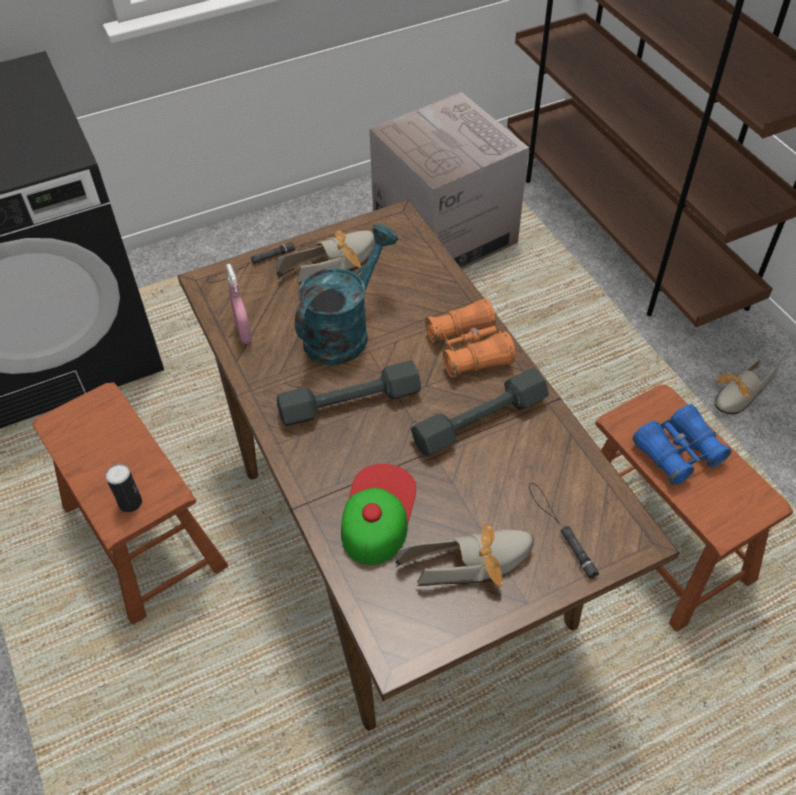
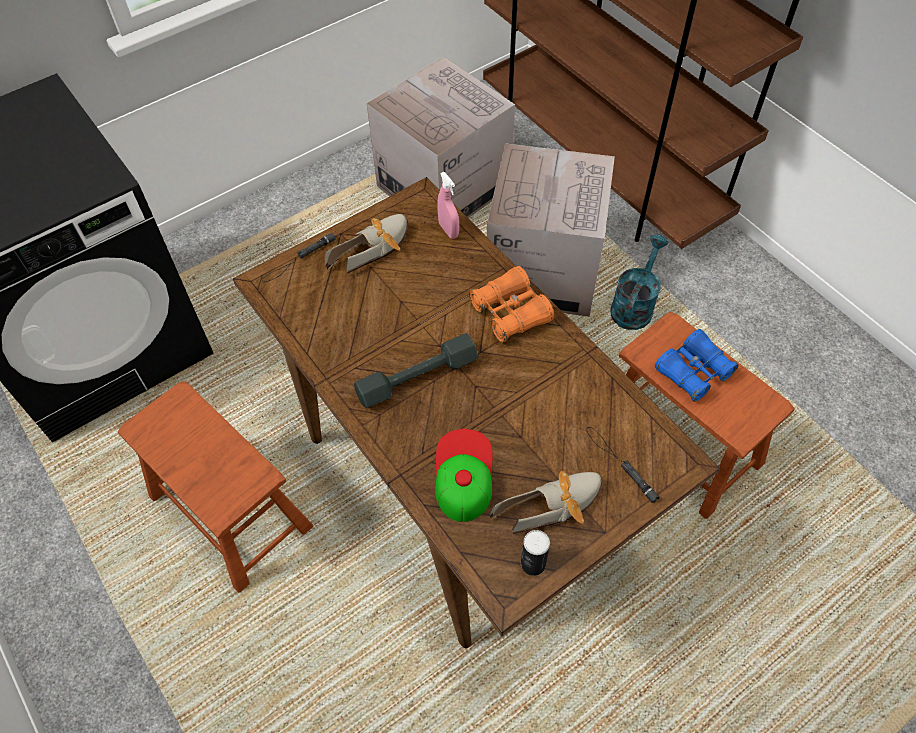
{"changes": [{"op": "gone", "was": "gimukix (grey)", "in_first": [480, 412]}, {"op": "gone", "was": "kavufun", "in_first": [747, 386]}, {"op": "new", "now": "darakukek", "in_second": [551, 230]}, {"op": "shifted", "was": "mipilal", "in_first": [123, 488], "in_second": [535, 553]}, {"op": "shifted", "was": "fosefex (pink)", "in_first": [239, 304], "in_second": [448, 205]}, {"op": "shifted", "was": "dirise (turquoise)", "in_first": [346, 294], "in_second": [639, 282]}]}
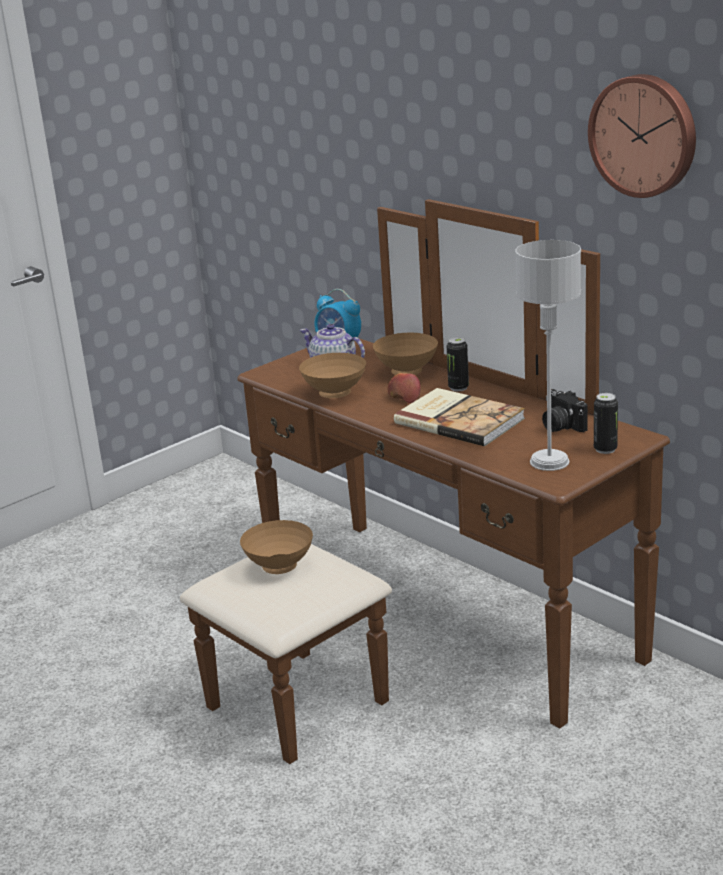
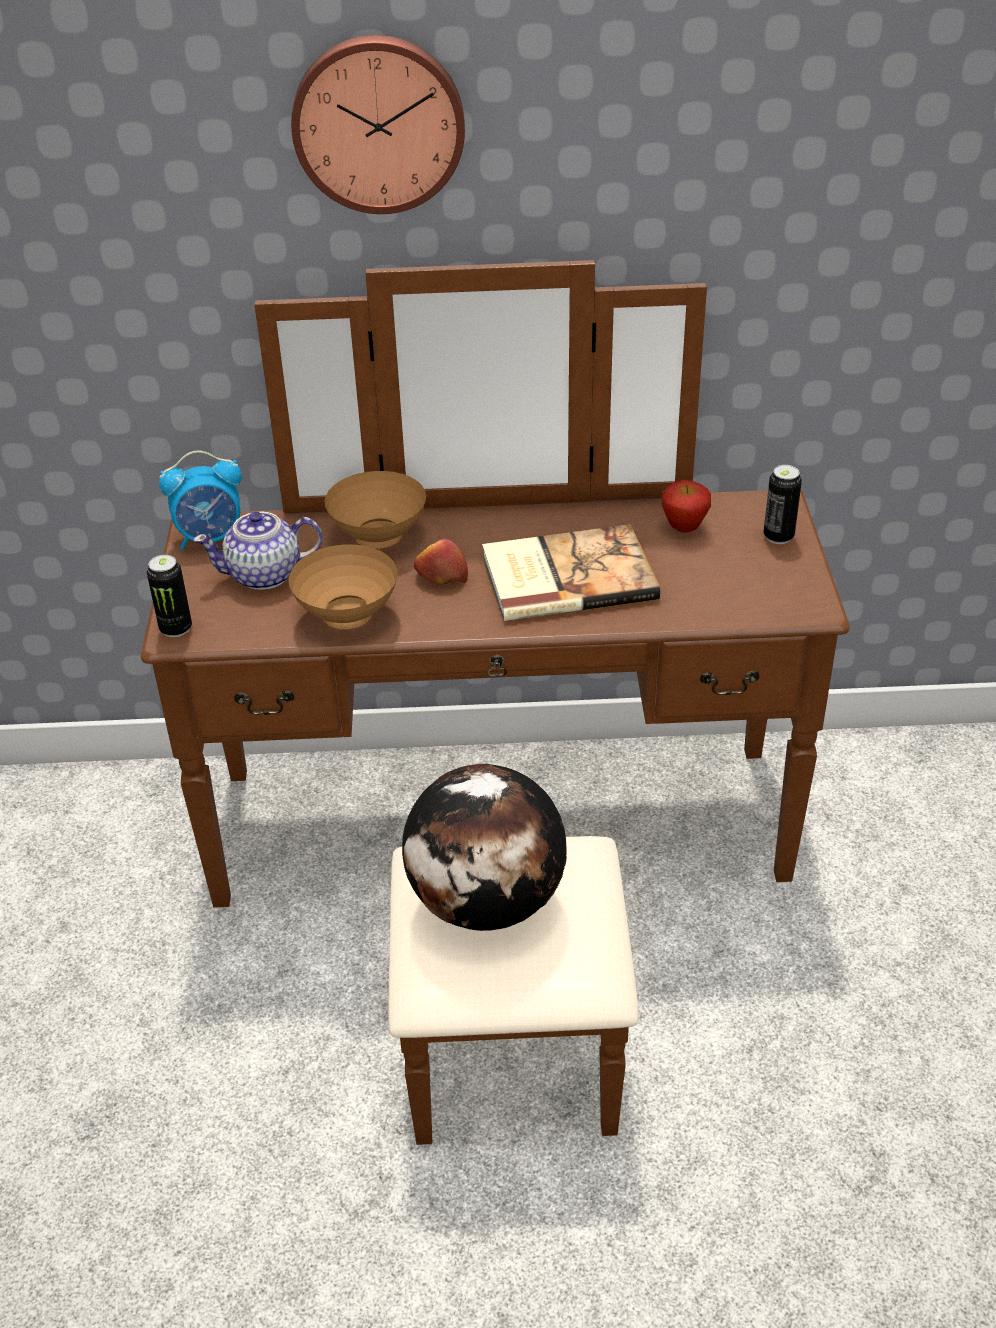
{"changes": [{"op": "gone", "was": "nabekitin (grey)", "in_first": [548, 355]}, {"op": "shifted", "was": "mipilal", "in_first": [458, 364], "in_second": [169, 596]}, {"op": "shifted", "was": "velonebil", "in_first": [642, 136], "in_second": [378, 124]}, {"op": "swapped", "was": "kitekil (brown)", "now": "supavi", "in_first": [276, 547], "in_second": [484, 847]}, {"op": "swapped", "was": "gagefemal", "now": "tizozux", "in_first": [565, 410], "in_second": [686, 506]}]}
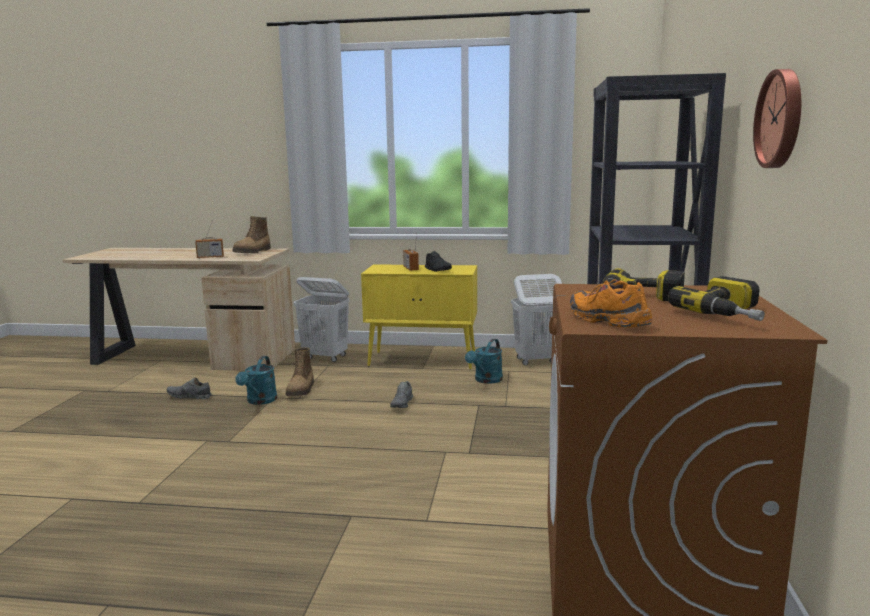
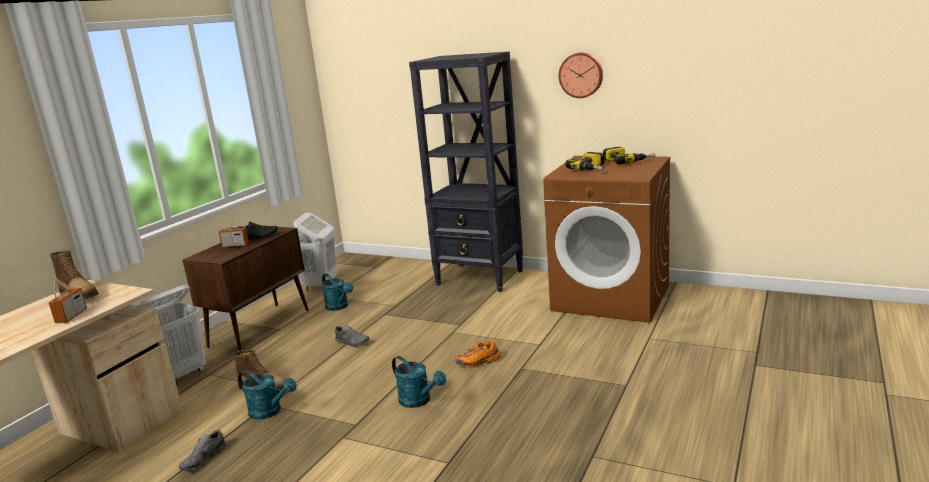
{"changes": [{"op": "new", "now": "dirise (turquoise)", "in_second": [419, 382]}, {"op": "shifted", "was": "kavufun (orange)", "in_first": [611, 303], "in_second": [477, 354]}, {"op": "repainted", "was": "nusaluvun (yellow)", "now": "nusaluvun (brown)", "in_first": [419, 317], "in_second": [245, 288]}]}
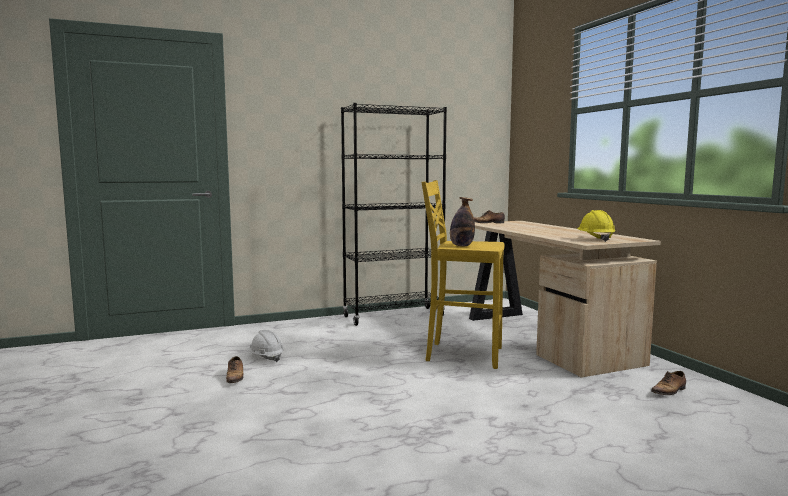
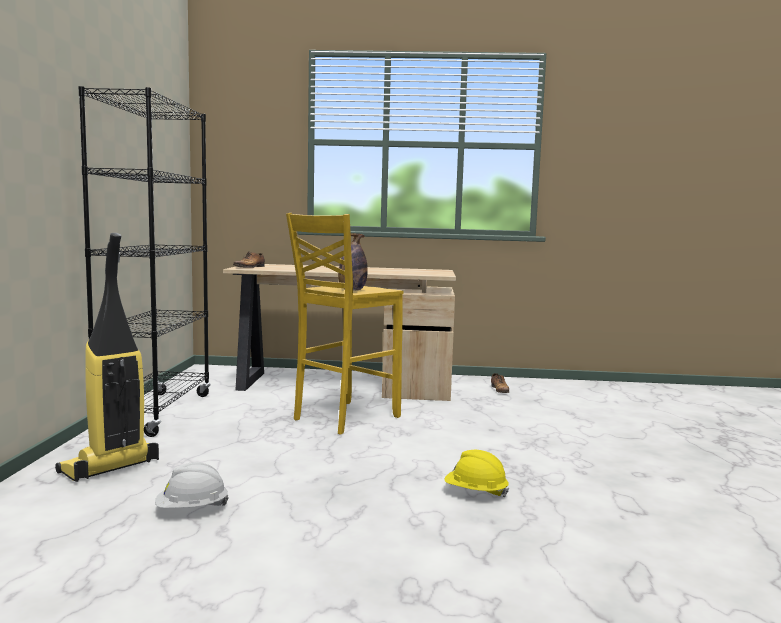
{"changes": [{"op": "gone", "was": "kavufun", "in_first": [234, 369]}, {"op": "new", "now": "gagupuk", "in_second": [107, 357]}, {"op": "shifted", "was": "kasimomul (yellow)", "in_first": [596, 226], "in_second": [477, 474]}]}
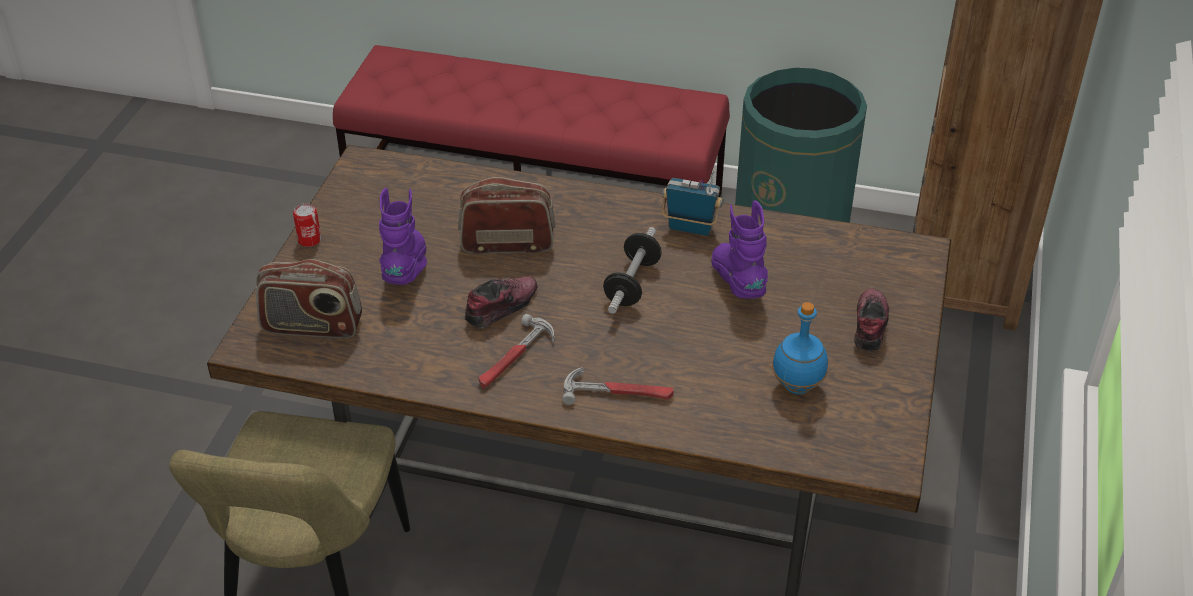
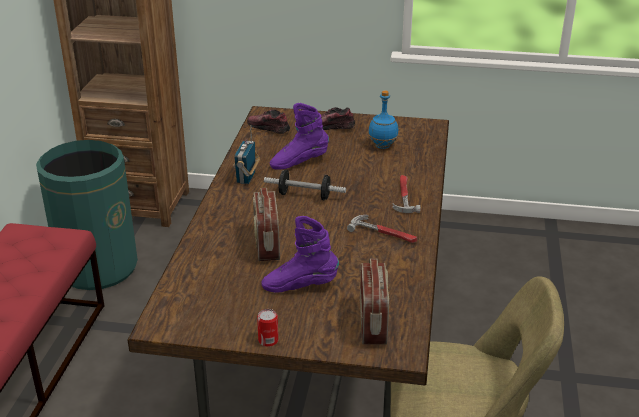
{"changes": [{"op": "shifted", "was": "kavufun", "in_first": [501, 302], "in_second": [268, 121]}]}
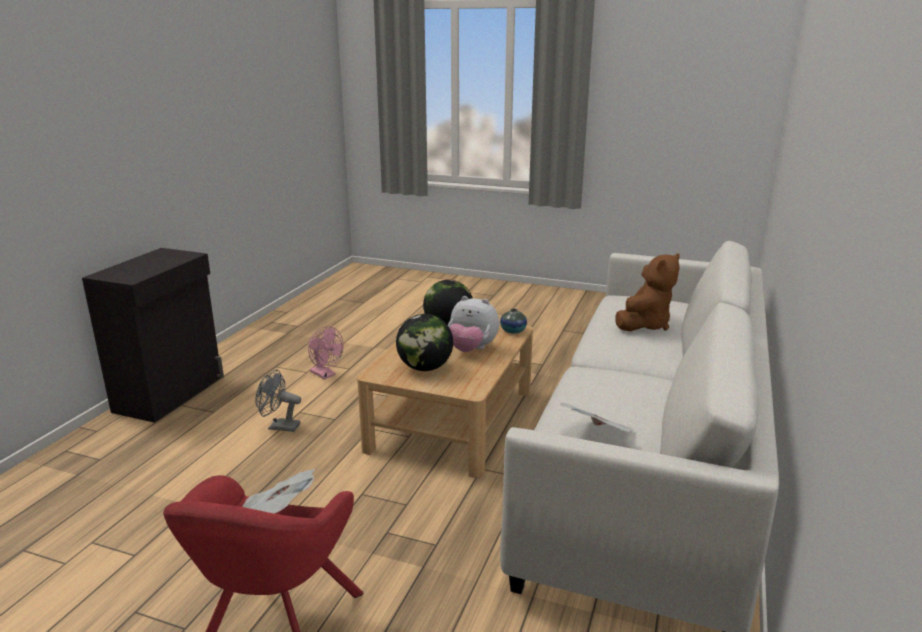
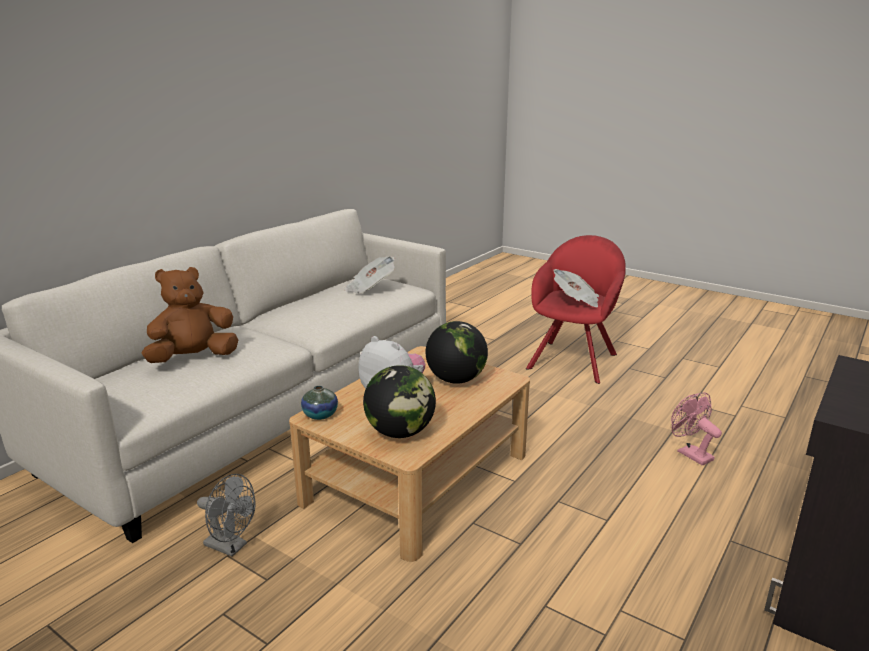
{"changes": [{"op": "shifted", "was": "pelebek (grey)", "in_first": [278, 401], "in_second": [226, 515]}, {"op": "shifted", "was": "pelebek (pink)", "in_first": [325, 352], "in_second": [696, 428]}]}
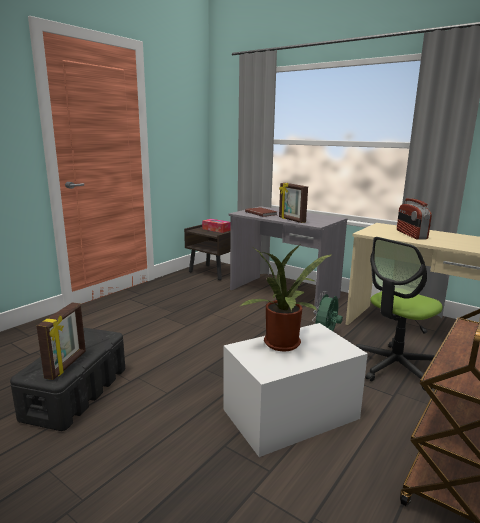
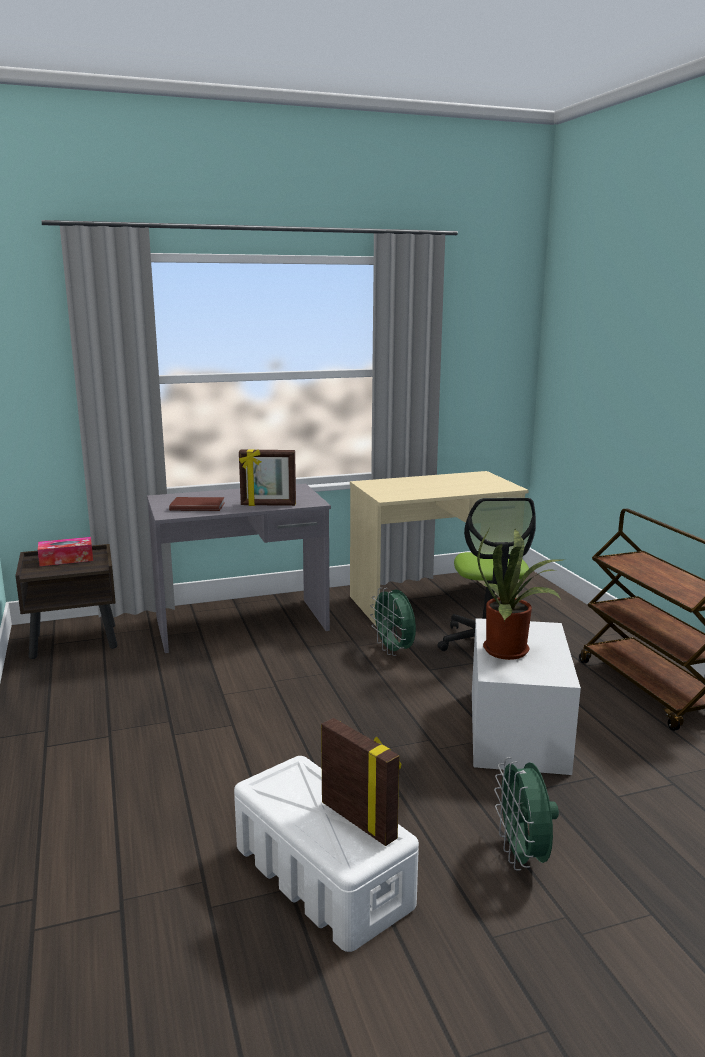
{"changes": [{"op": "gone", "was": "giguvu", "in_first": [414, 219]}, {"op": "new", "now": "pelebek (green)", "in_second": [526, 814]}, {"op": "repainted", "was": "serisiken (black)", "now": "serisiken (white)", "in_first": [67, 379], "in_second": [326, 854]}]}
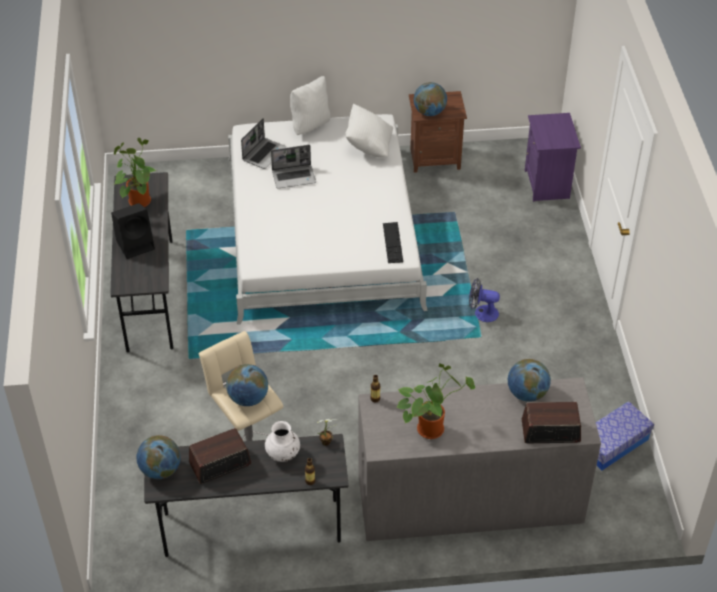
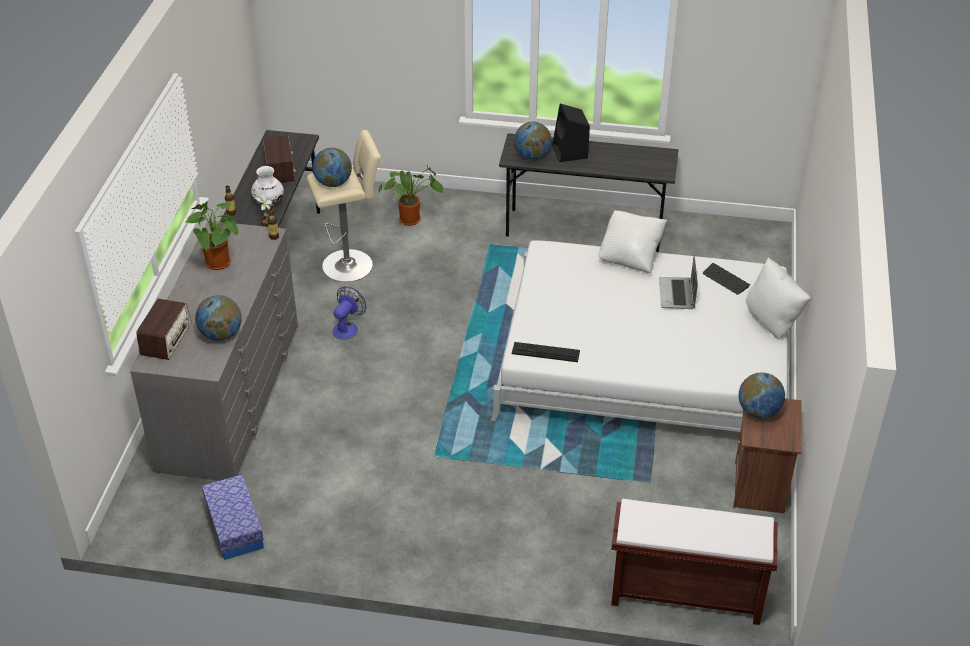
{"changes": [{"op": "shifted", "was": "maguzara", "in_first": [135, 172], "in_second": [410, 195]}, {"op": "shifted", "was": "supavi", "in_first": [158, 457], "in_second": [533, 141]}, {"op": "shifted", "was": "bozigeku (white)", "in_first": [369, 130], "in_second": [632, 242]}, {"op": "shifted", "was": "pelebek", "in_first": [484, 300], "in_second": [349, 313]}, {"op": "swapped", "was": "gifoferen", "now": "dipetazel", "in_first": [263, 143], "in_second": [726, 279]}, {"op": "swapped", "was": "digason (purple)", "now": "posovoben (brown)", "in_first": [553, 157], "in_second": [694, 562]}]}
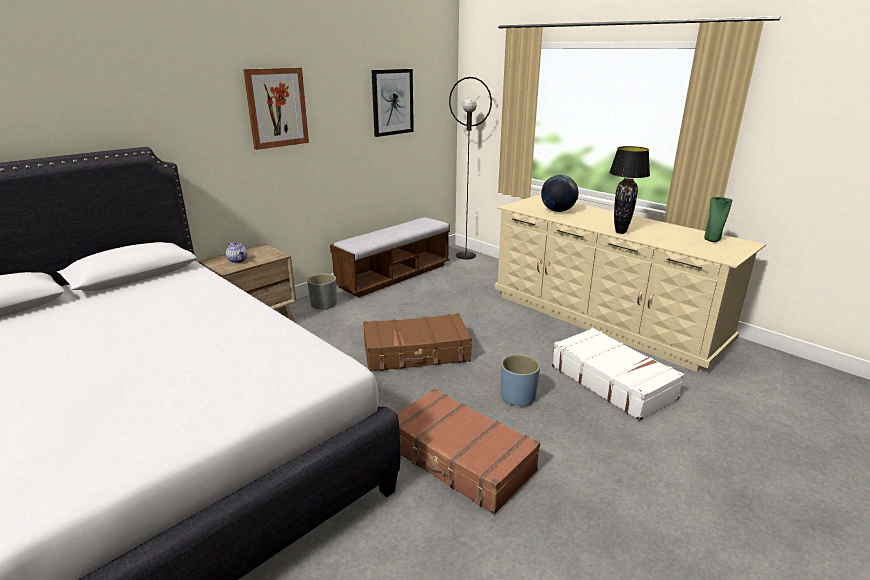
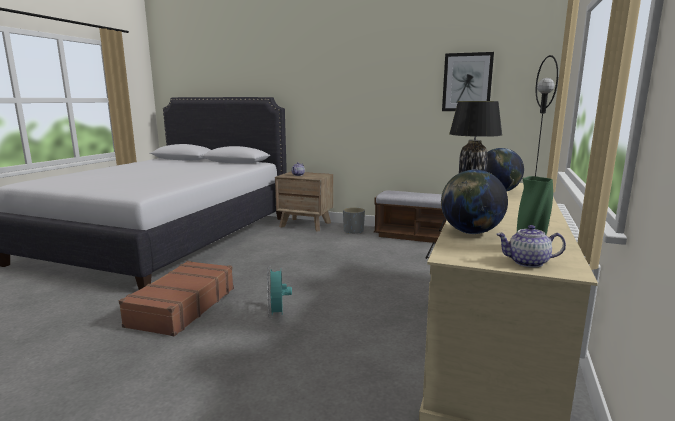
{"changes": [{"op": "gone", "was": "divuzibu", "in_first": [276, 109]}, {"op": "gone", "was": "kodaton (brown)", "in_first": [417, 342]}, {"op": "gone", "was": "kodaton (white)", "in_first": [618, 374]}, {"op": "new", "now": "supavi", "in_second": [474, 201]}, {"op": "new", "now": "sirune", "in_second": [531, 246]}, {"op": "swapped", "was": "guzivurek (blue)", "now": "pelebek (turquoise)", "in_first": [520, 380], "in_second": [279, 292]}]}
